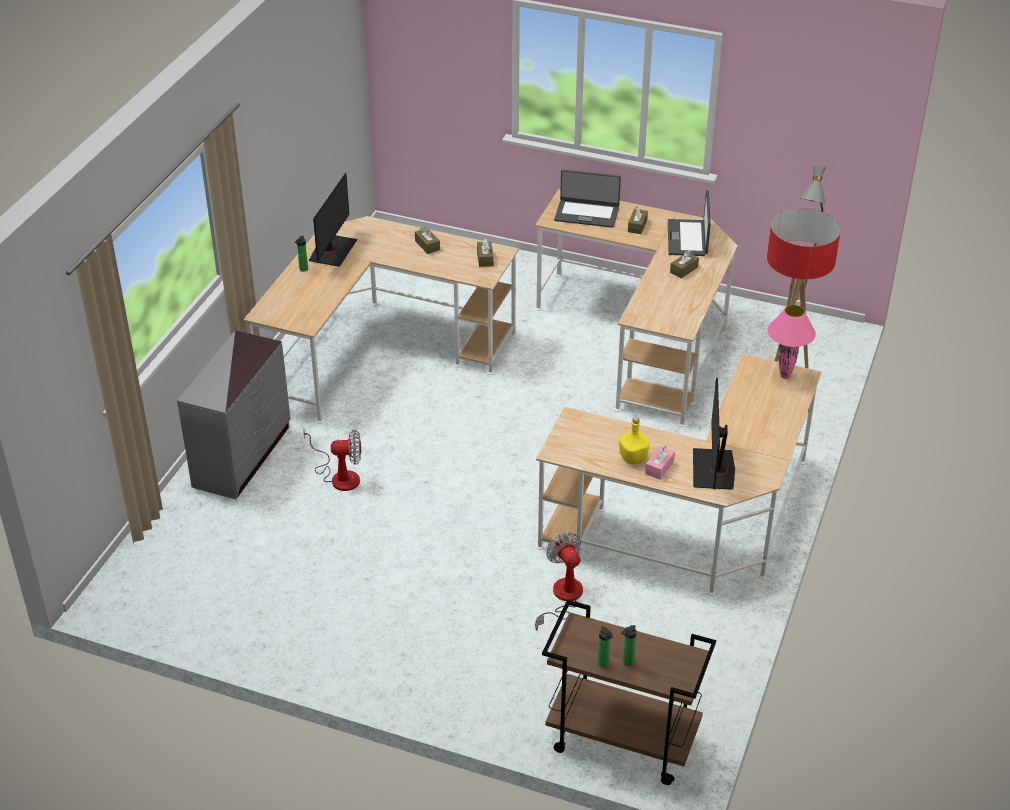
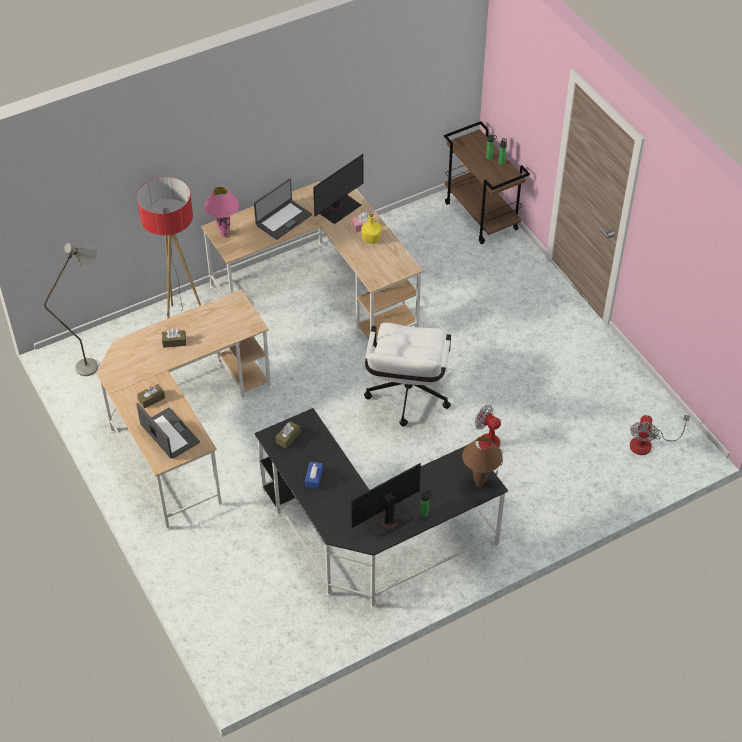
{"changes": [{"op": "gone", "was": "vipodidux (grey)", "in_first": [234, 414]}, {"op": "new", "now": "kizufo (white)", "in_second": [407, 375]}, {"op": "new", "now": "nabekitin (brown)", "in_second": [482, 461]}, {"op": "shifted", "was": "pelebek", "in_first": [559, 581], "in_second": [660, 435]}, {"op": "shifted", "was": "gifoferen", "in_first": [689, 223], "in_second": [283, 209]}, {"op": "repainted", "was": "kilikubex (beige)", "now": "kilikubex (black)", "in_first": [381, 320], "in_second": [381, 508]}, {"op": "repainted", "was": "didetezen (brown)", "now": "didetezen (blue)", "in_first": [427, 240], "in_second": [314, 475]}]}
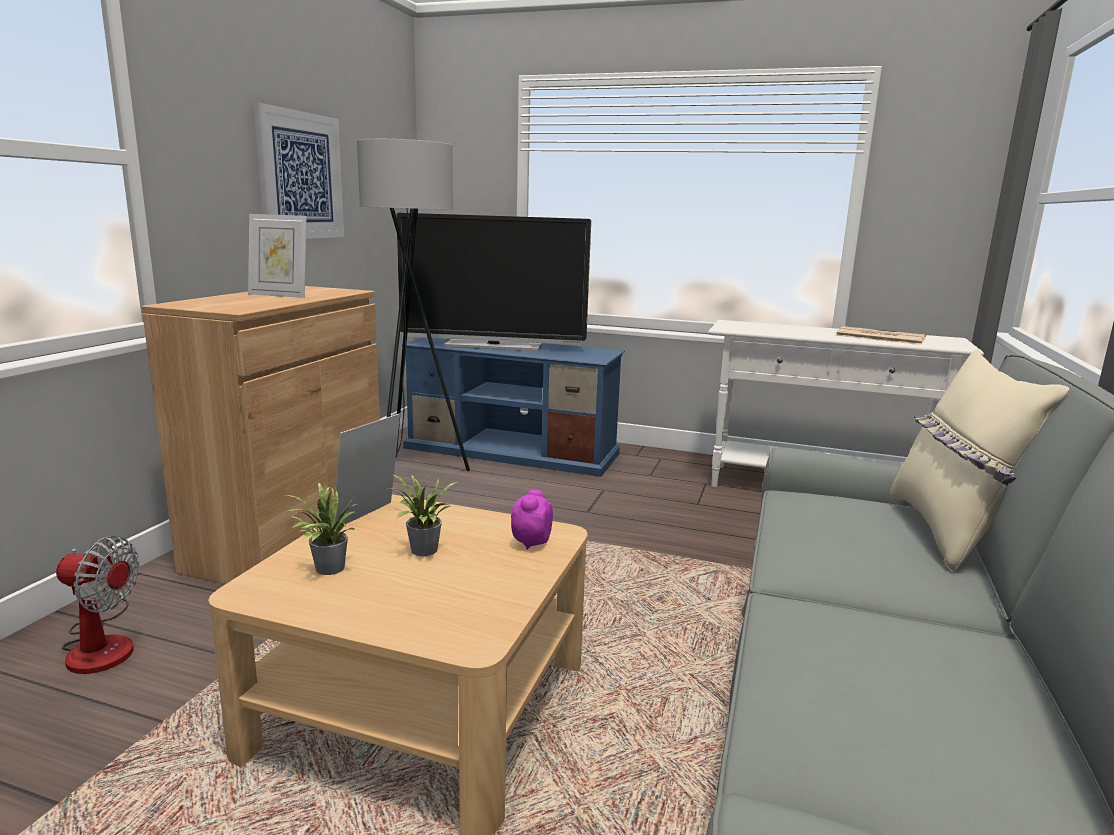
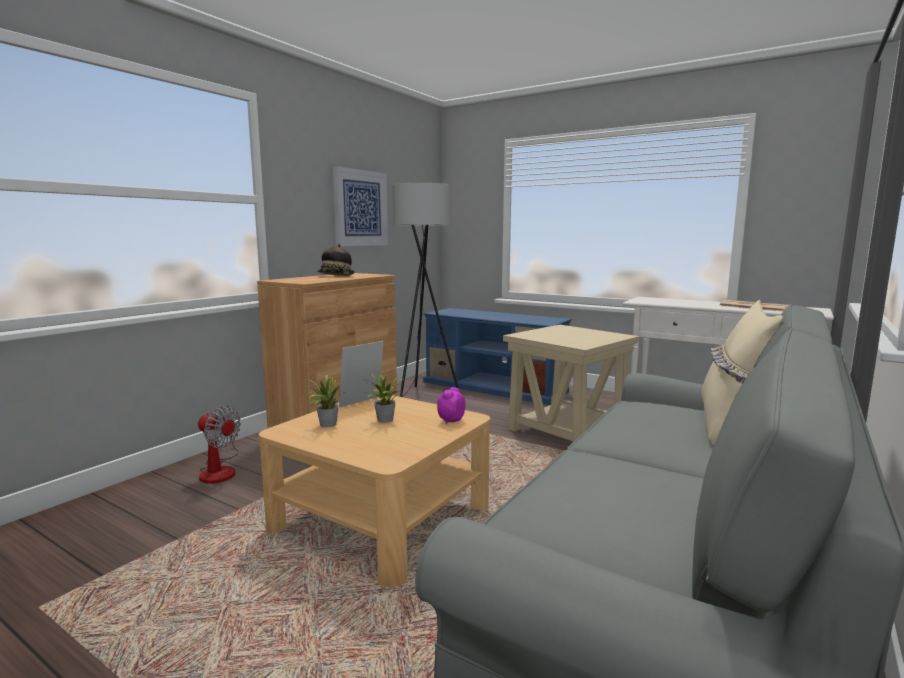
{"changes": [{"op": "gone", "was": "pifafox", "in_first": [493, 282]}, {"op": "new", "now": "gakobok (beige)", "in_second": [571, 384]}, {"op": "swapped", "was": "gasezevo", "now": "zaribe", "in_first": [277, 256], "in_second": [335, 260]}]}
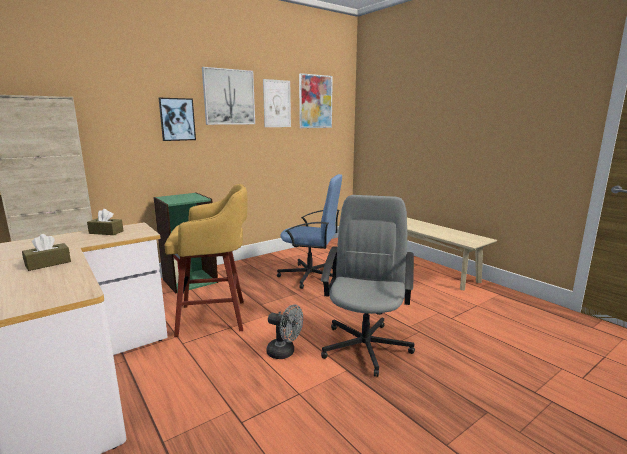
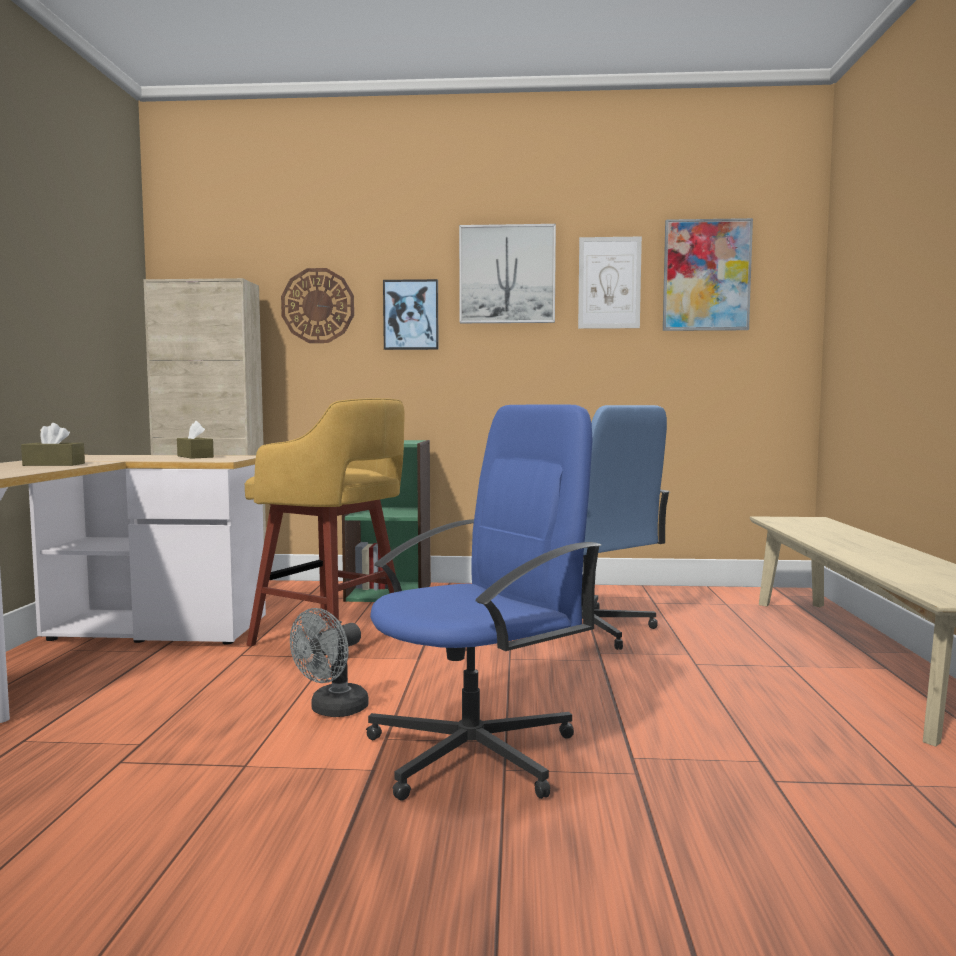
{"changes": [{"op": "new", "now": "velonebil", "in_second": [317, 305]}, {"op": "repainted", "was": "kizufo (grey)", "now": "kizufo (blue)", "in_first": [368, 286], "in_second": [483, 603]}, {"op": "rotated", "was": "pelebek (grey)", "in_first": [284, 331], "in_second": [329, 662], "clockwise": 60}]}
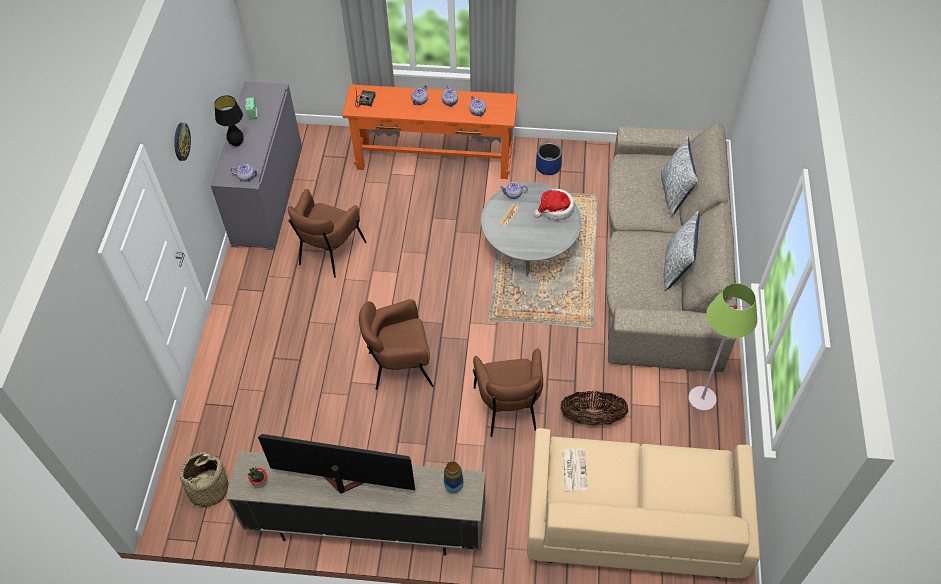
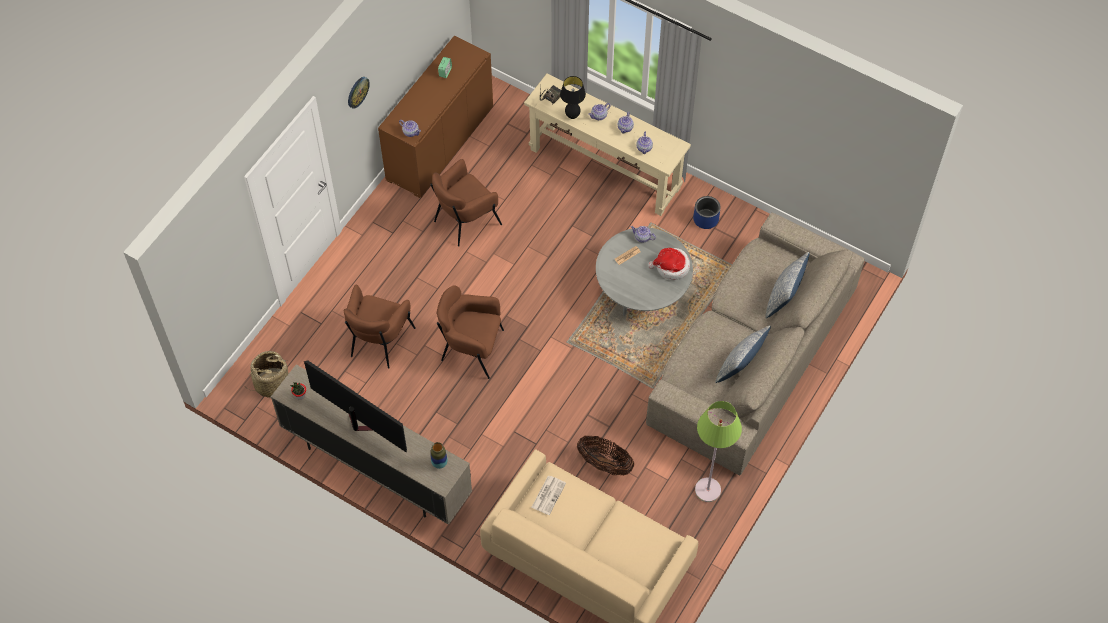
{"changes": [{"op": "shifted", "was": "nabekitin (black)", "in_first": [229, 121], "in_second": [573, 97]}, {"op": "shifted", "was": "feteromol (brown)", "in_first": [508, 392], "in_second": [380, 327]}, {"op": "repainted", "was": "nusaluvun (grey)", "now": "nusaluvun (brown)", "in_first": [256, 165], "in_second": [435, 117]}, {"op": "repainted", "was": "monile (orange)", "now": "monile (beige)", "in_first": [430, 131], "in_second": [607, 145]}]}
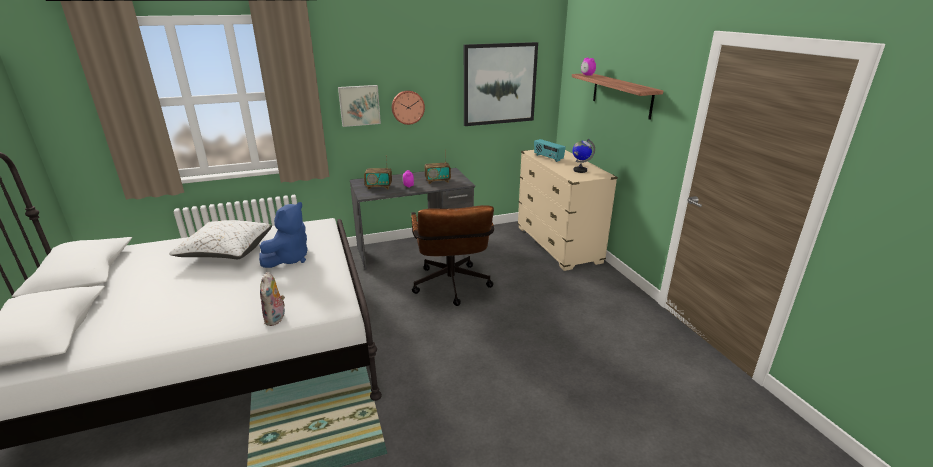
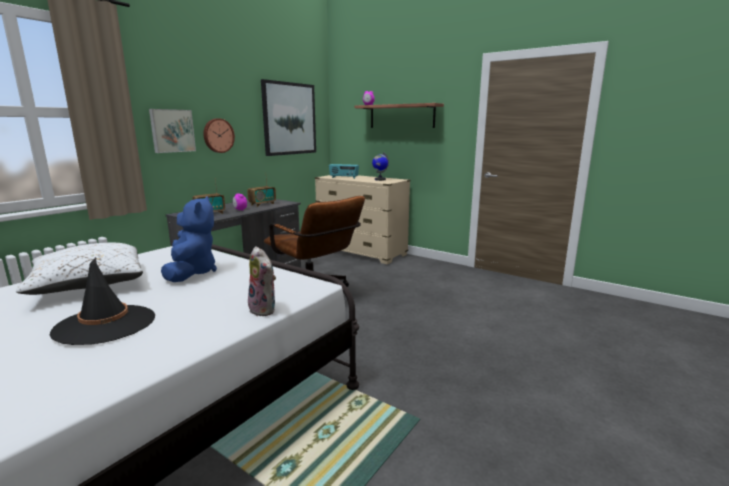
{"changes": [{"op": "new", "now": "zaribe (black)", "in_second": [102, 301]}]}
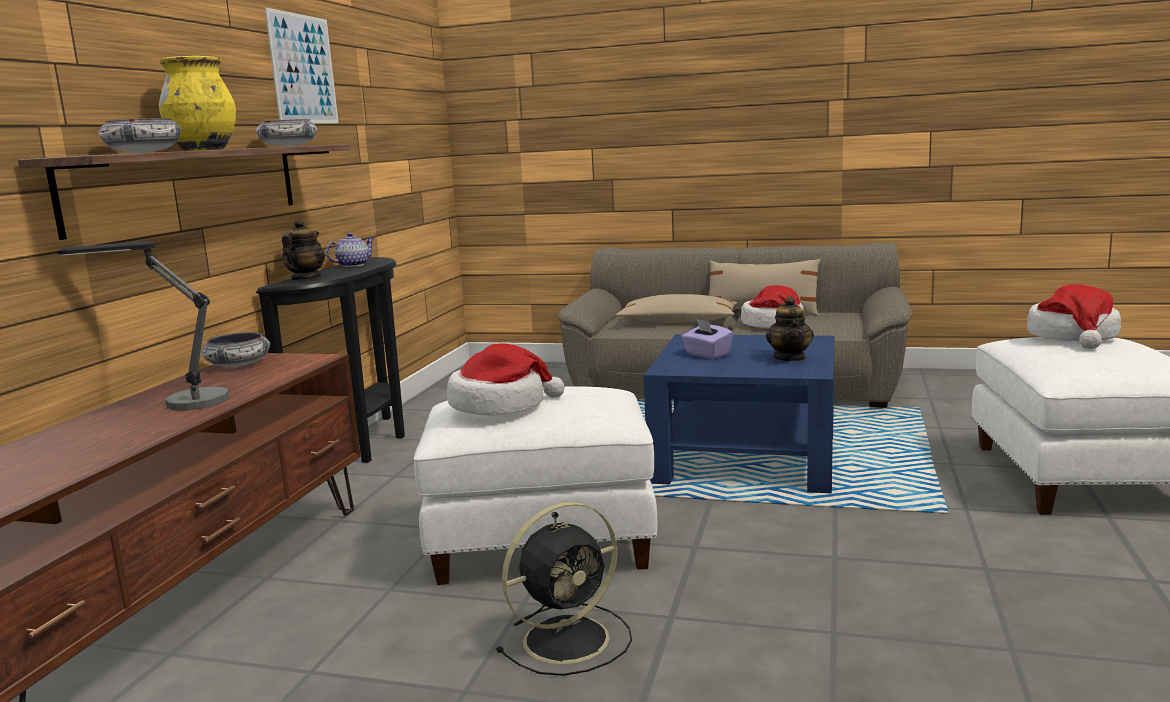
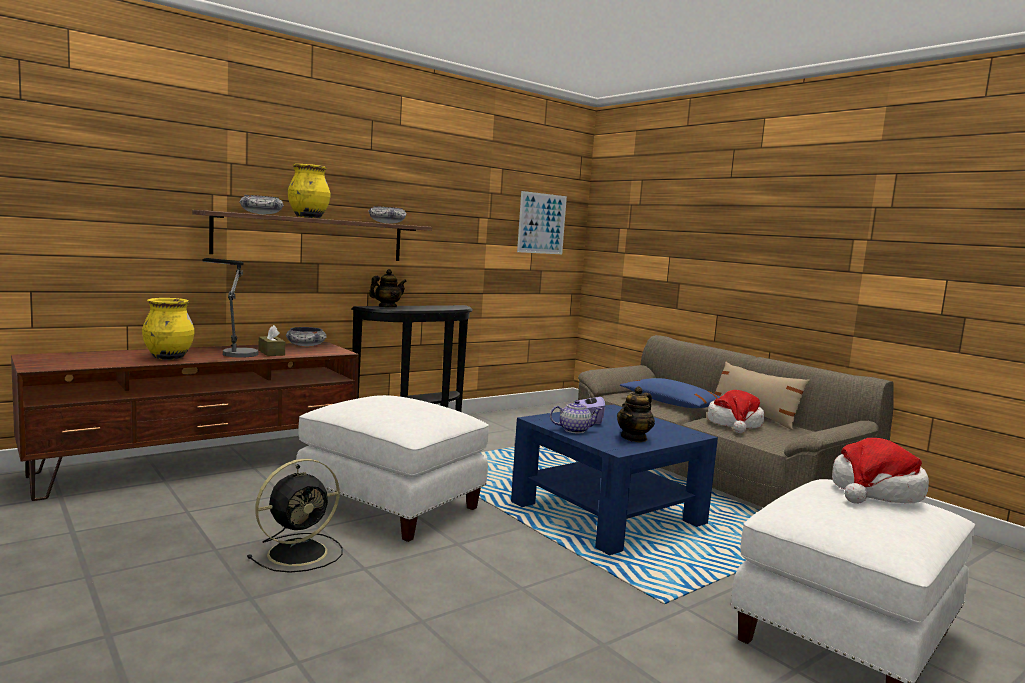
{"changes": [{"op": "gone", "was": "zaribe", "in_first": [506, 379]}, {"op": "new", "now": "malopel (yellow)", "in_second": [168, 329]}, {"op": "new", "now": "didetezen (brown)", "in_second": [272, 340]}, {"op": "shifted", "was": "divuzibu", "in_first": [302, 65], "in_second": [542, 222]}, {"op": "shifted", "was": "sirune", "in_first": [350, 250], "in_second": [576, 416]}, {"op": "repainted", "was": "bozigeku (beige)", "now": "bozigeku (blue)", "in_first": [676, 308], "in_second": [670, 393]}, {"op": "rotated", "was": "pelebek (black)", "in_first": [564, 589], "in_second": [295, 516], "clockwise": -45}]}
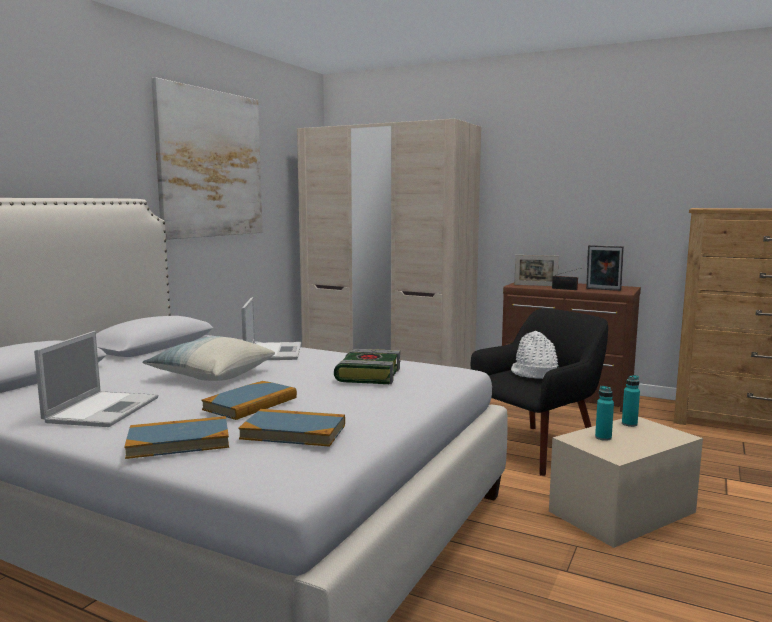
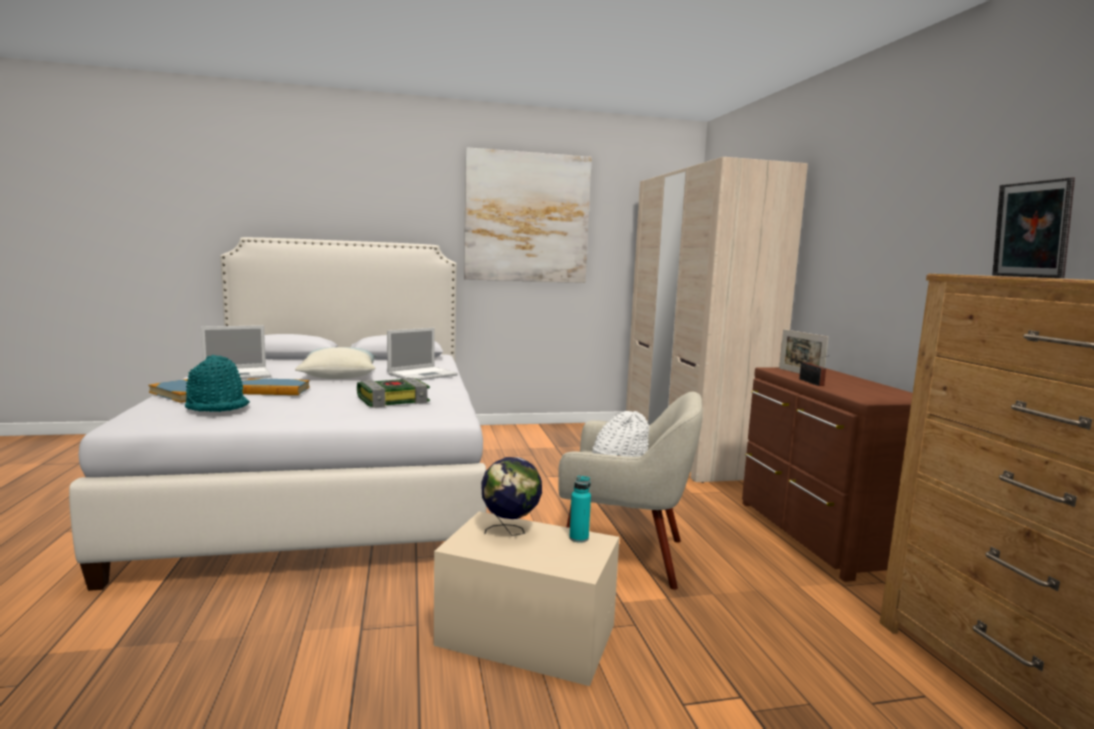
{"changes": [{"op": "shifted", "was": "gasezevo", "in_first": [605, 268], "in_second": [1033, 227]}, {"op": "swapped", "was": "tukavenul", "now": "zaribe (turquoise)", "in_first": [292, 428], "in_second": [217, 383]}, {"op": "swapped", "was": "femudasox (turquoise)", "now": "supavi", "in_first": [604, 413], "in_second": [511, 496]}, {"op": "repainted", "was": "feteromol (black)", "now": "feteromol (beige)", "in_first": [539, 392], "in_second": [630, 491]}]}
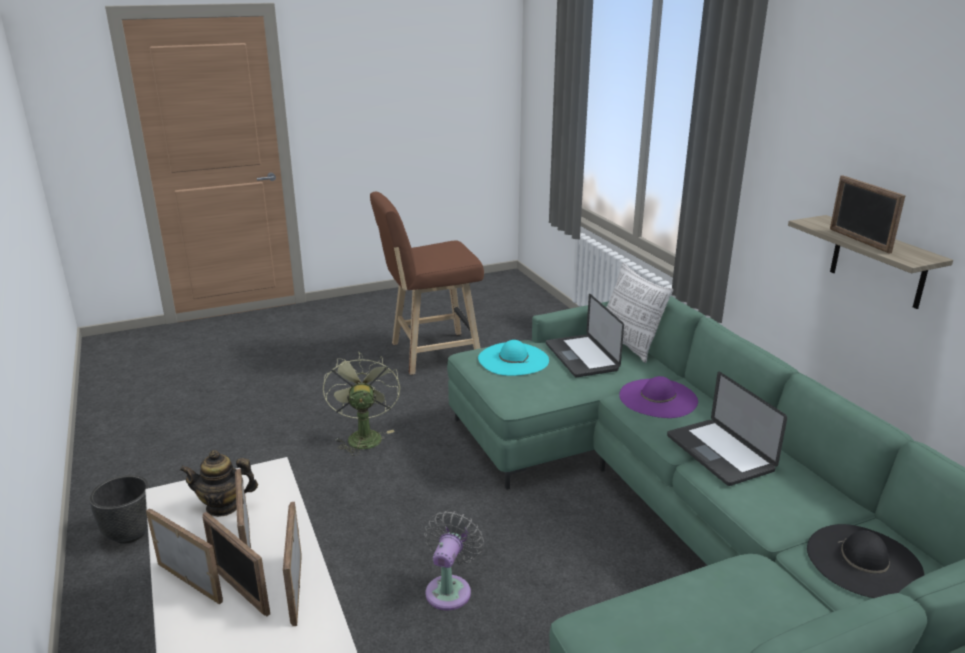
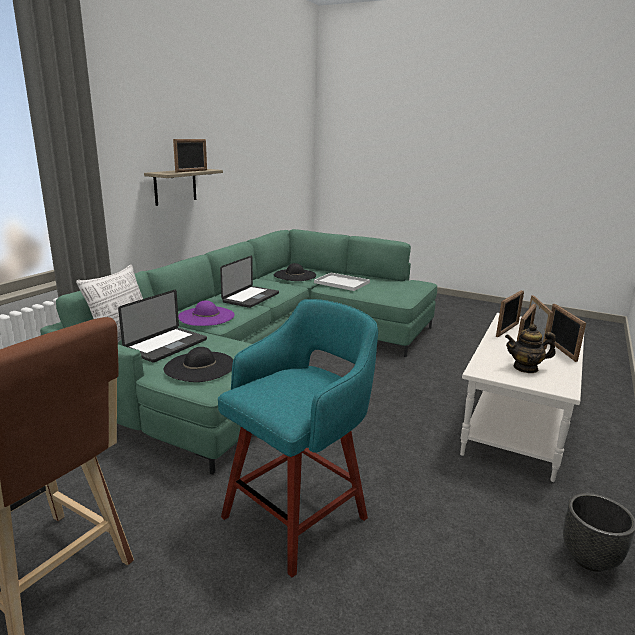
{"changes": [{"op": "gone", "was": "pelebek (grey)", "in_first": [454, 561]}, {"op": "new", "now": "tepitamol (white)", "in_second": [342, 282]}, {"op": "swapped", "was": "pelebek (green)", "now": "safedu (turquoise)", "in_first": [361, 404], "in_second": [298, 438]}, {"op": "repainted", "was": "zaribe (turquoise)", "now": "zaribe (black)", "in_first": [513, 358], "in_second": [198, 364]}, {"op": "rotated", "was": "sirune", "in_first": [219, 483], "in_second": [530, 348], "clockwise": 135}]}
